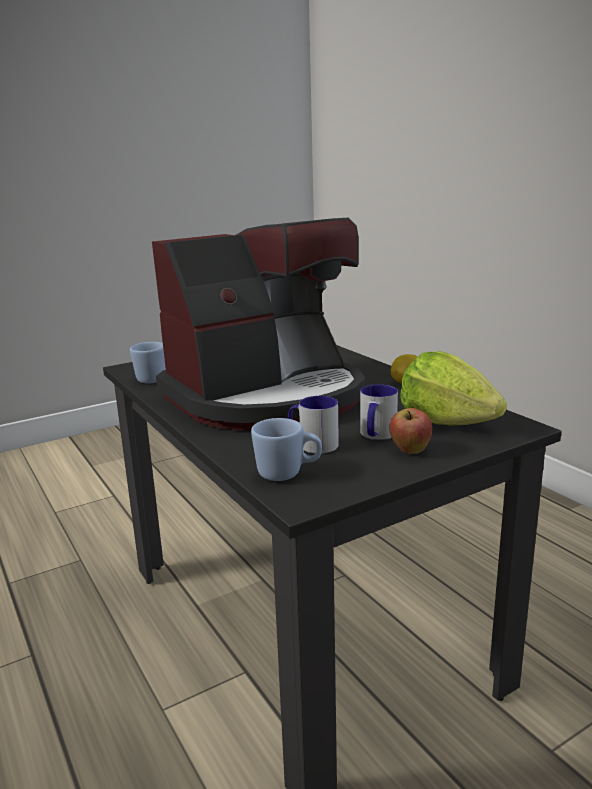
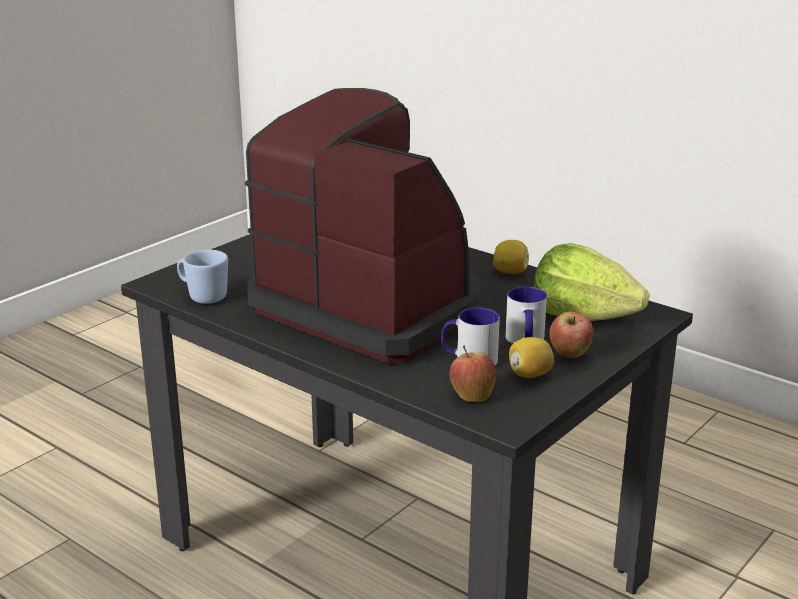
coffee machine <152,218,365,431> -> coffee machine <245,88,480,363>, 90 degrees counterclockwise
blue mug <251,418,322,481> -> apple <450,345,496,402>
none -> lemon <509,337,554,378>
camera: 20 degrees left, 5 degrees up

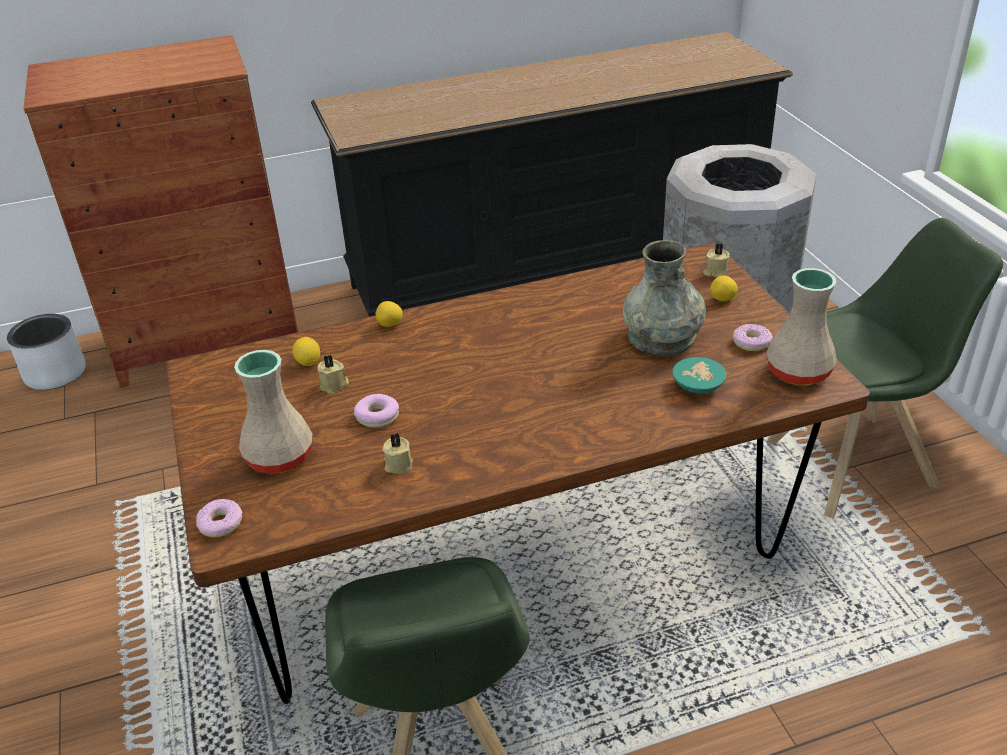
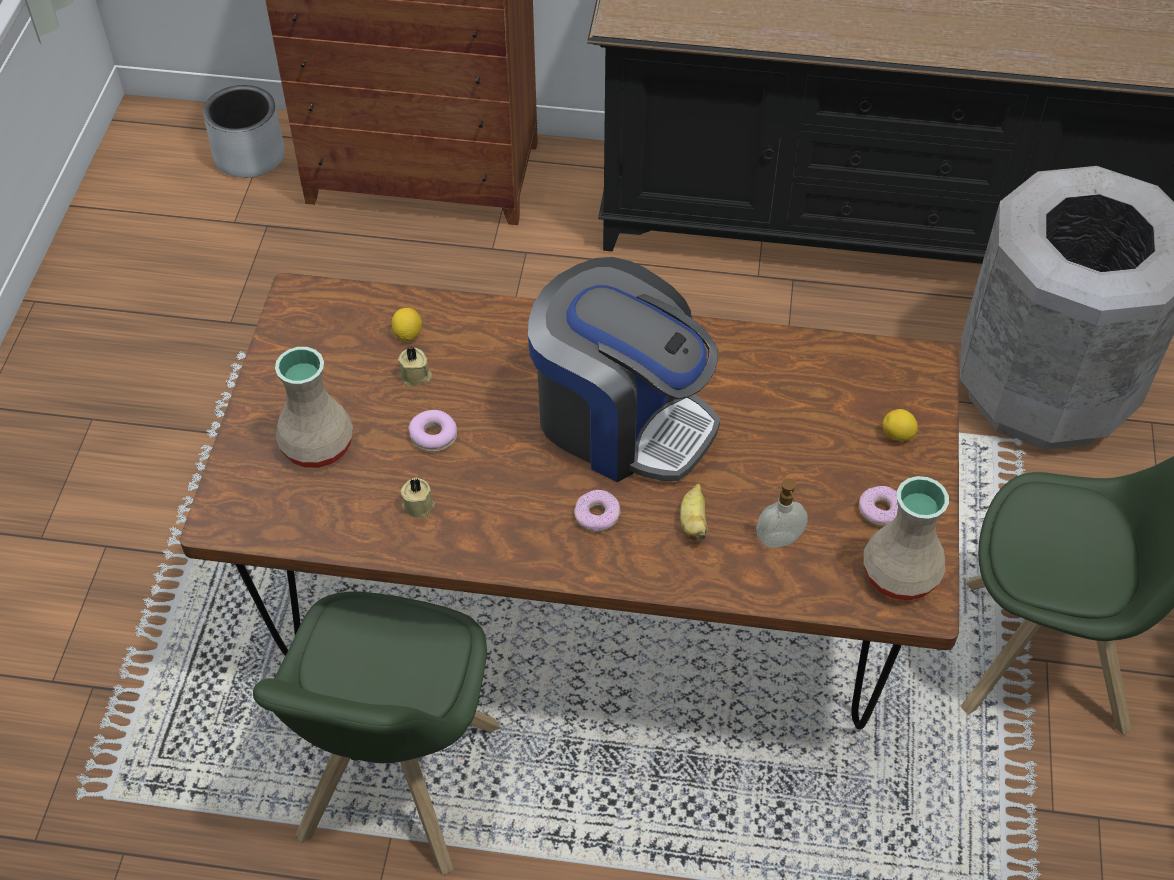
grey vase <623,240,706,356> -> none
beige candle <703,243,730,277> -> none
lemon <375,301,403,327> -> none
turquoise bowl <672,357,726,394> -> soap dispenser <756,479,807,548>
donut <196,499,243,537> -> donut <574,490,621,532>, moved
none -> coffee machine <528,257,720,482>
none -> banana <680,484,708,541>
camera: 25 degrees right, 15 degrees up

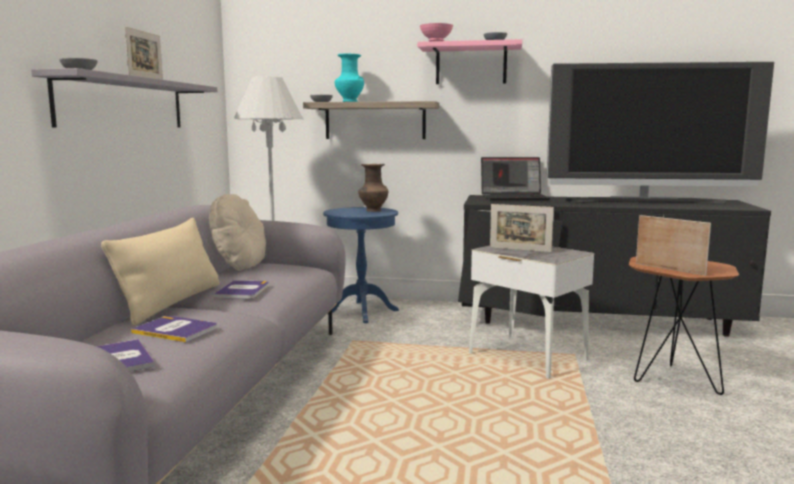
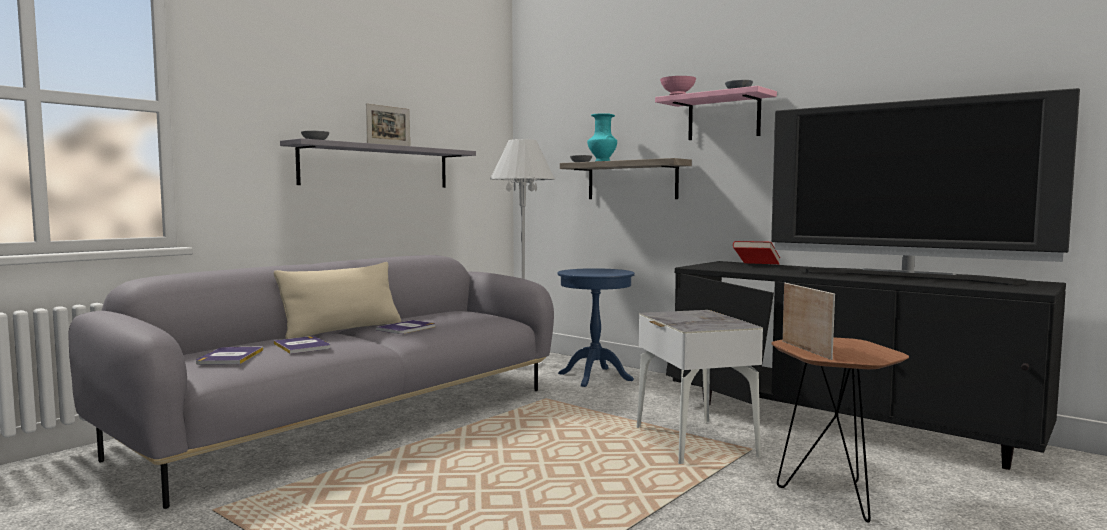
laptop <481,157,550,200> -> red book <733,241,780,264>
brown vase <358,164,388,212> -> none
beige pillow <209,194,266,271> -> none
picture frame <490,204,554,252> -> none
camera: 30 degrees right, 5 degrees down

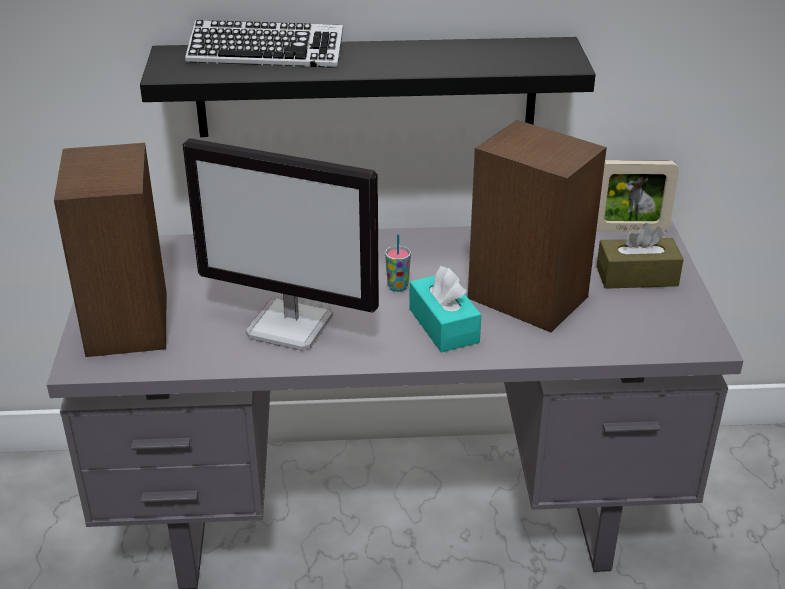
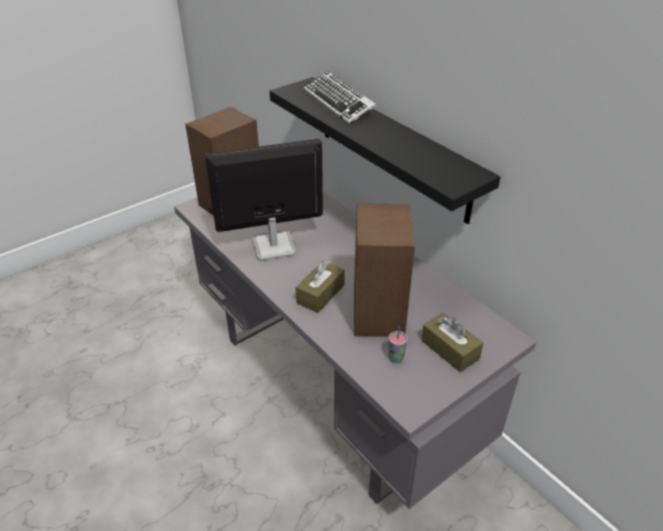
monitor <182,138,379,351> -> monitor <205,139,323,261>, 90 degrees clockwise
picture frame <596,160,679,232> -> none
cup <385,234,411,292> -> cup <389,327,408,363>, moved
turquoise tissue box <409,266,481,352> -> brown tissue box <296,260,345,313>
camera: 55 degrees right, 5 degrees up

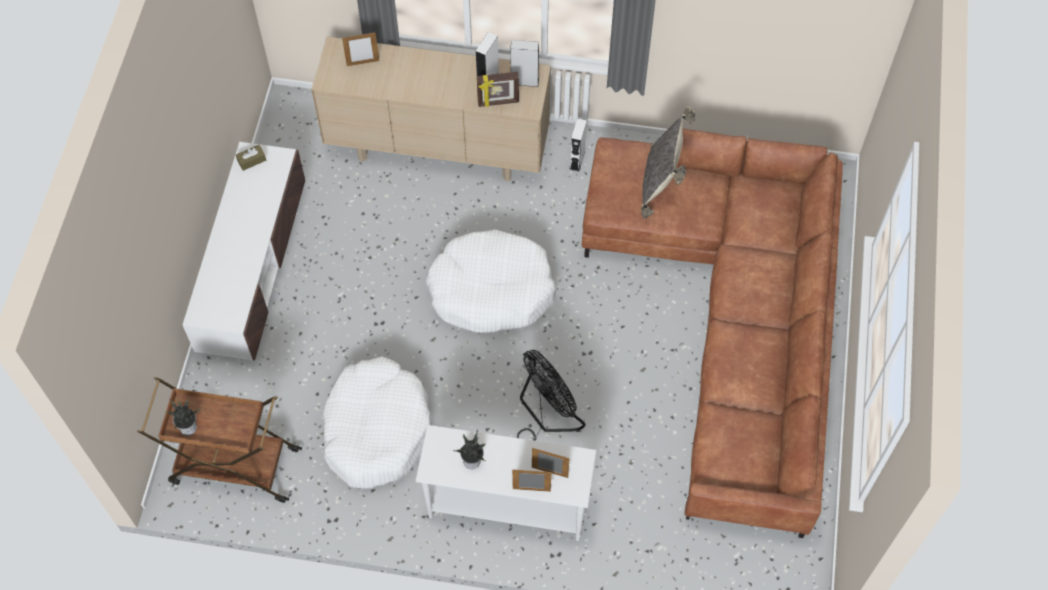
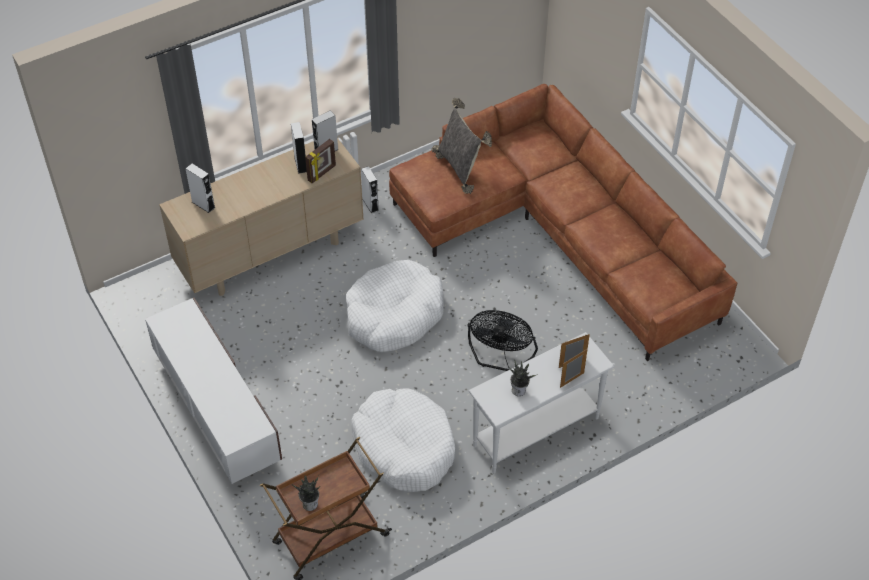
picture frame <342,33,379,66> -> white speaker <185,164,215,213>
brown tissue box <236,145,266,171> -> none
camera: 40 degrees left, 10 degrees down

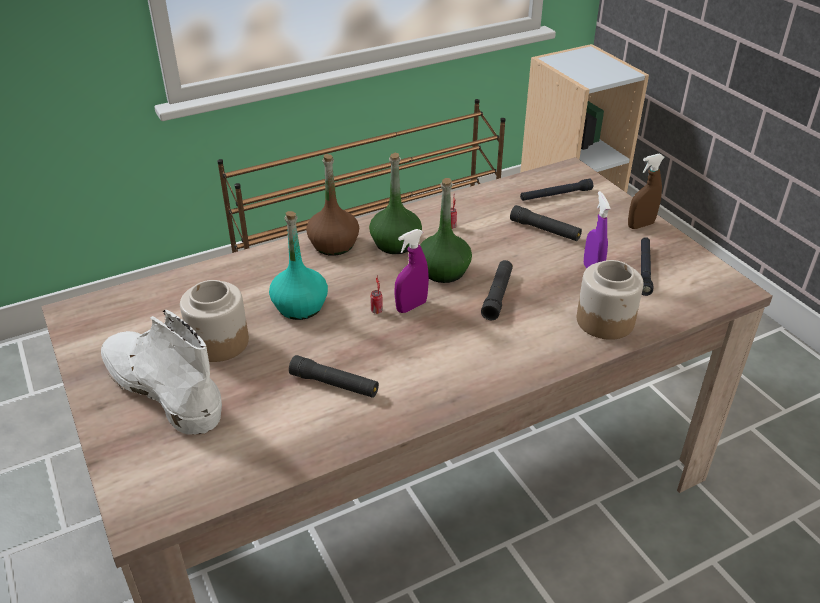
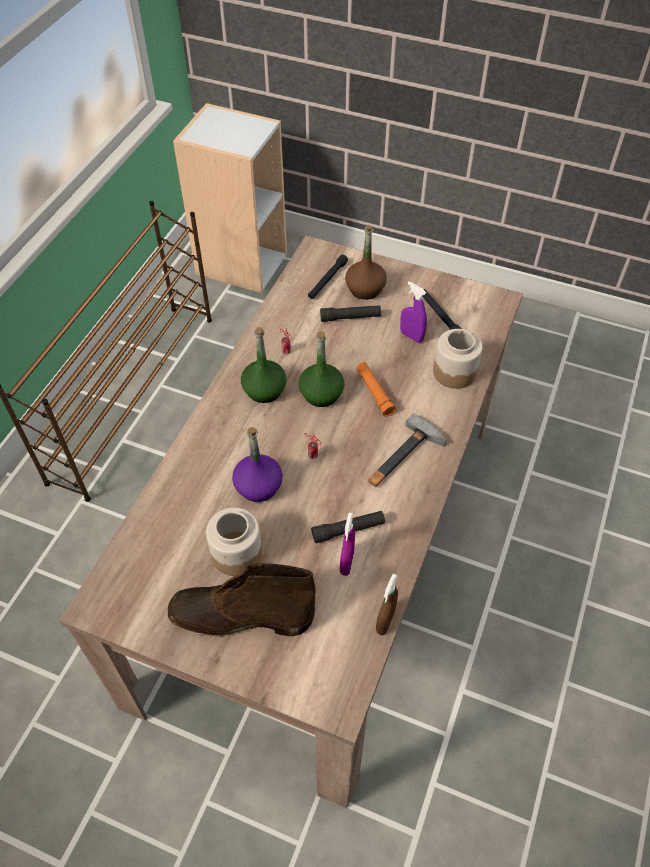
brown bottle <306,154,359,256> -> brown bottle <345,225,387,300>, moved
brown spray bottle <628,154,665,229> -> brown spray bottle <376,574,398,635>, moved
turquoise bottle <269,211,328,320> -> purple bottle <232,427,283,502>
purple spray bottle <395,229,429,313> -> purple spray bottle <340,513,355,576>, moved
black flashlight <481,260,513,320> -> orange flashlight <356,362,396,417>
white boot <101,310,222,435> -> brown boot <168,563,316,637>
none -> hammer <368,413,447,487>
camera: 40 degrees left, 15 degrees up

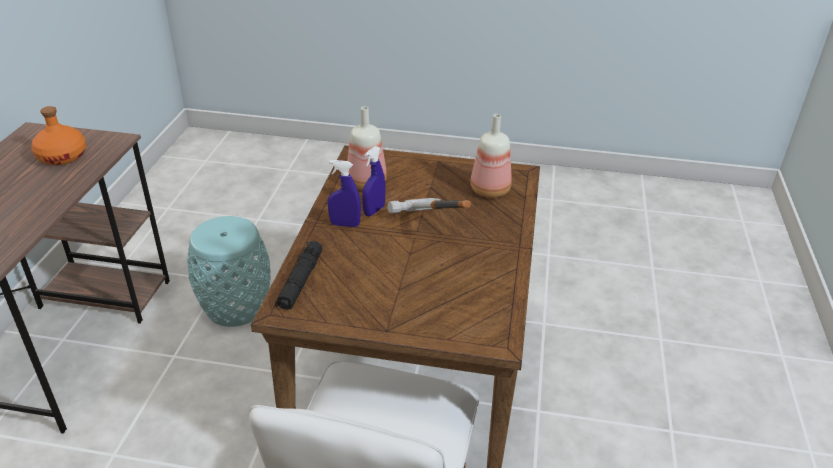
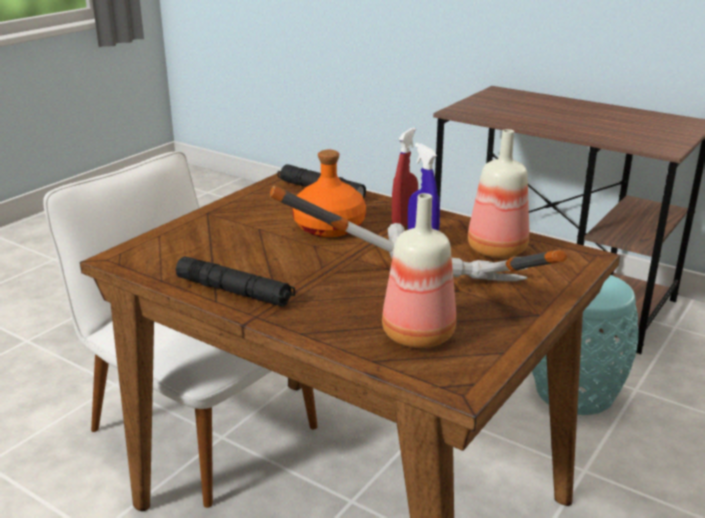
orange bottle <31,106,86,165> -> orange bottle <292,150,366,237>, moved
blue spray bottle <328,160,361,227> -> red spray bottle <392,127,418,227>
none -> hammer <452,250,567,281>
none -> black flashlight <176,256,295,307>
camera: 115 degrees right, 10 degrees down

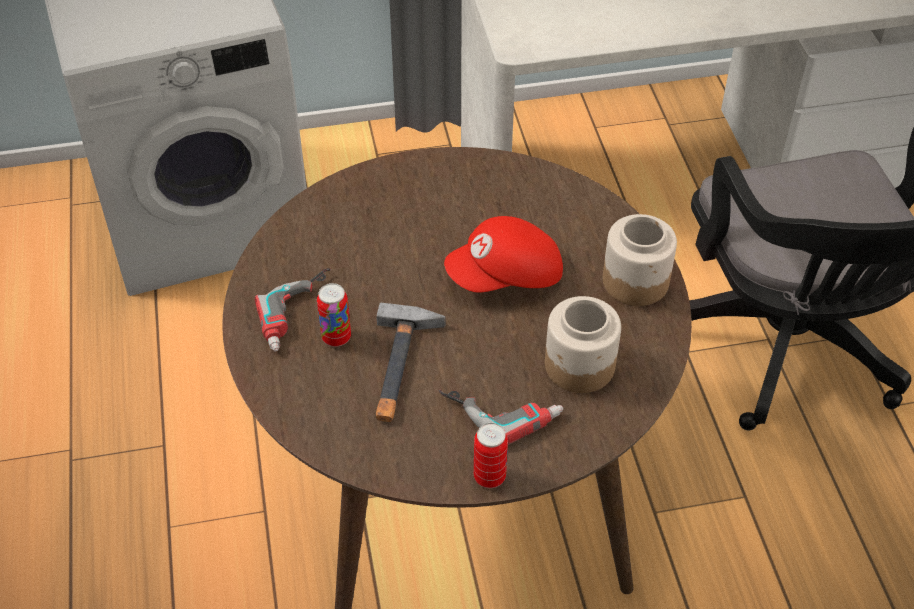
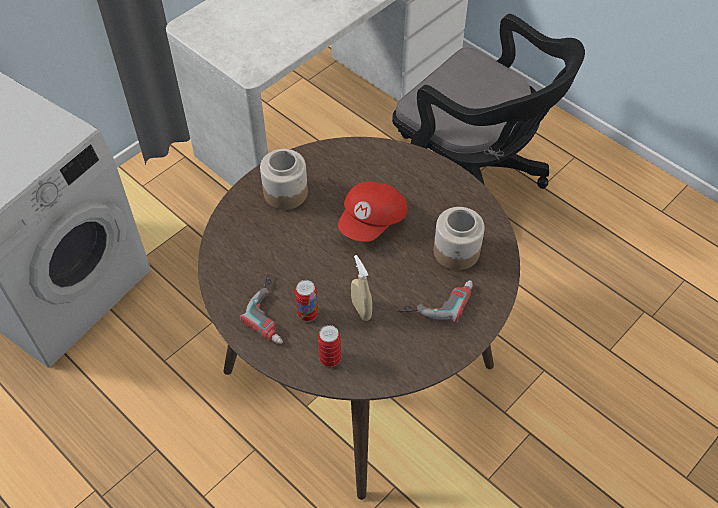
jar <603,214,677,306> -> jar <260,149,308,210>, moved
hammer <376,303,446,422> -> beige spray bottle <351,255,372,321>
can <474,423,508,488> -> can <318,325,341,367>, moved
camera: 35 degrees left, 5 degrees up

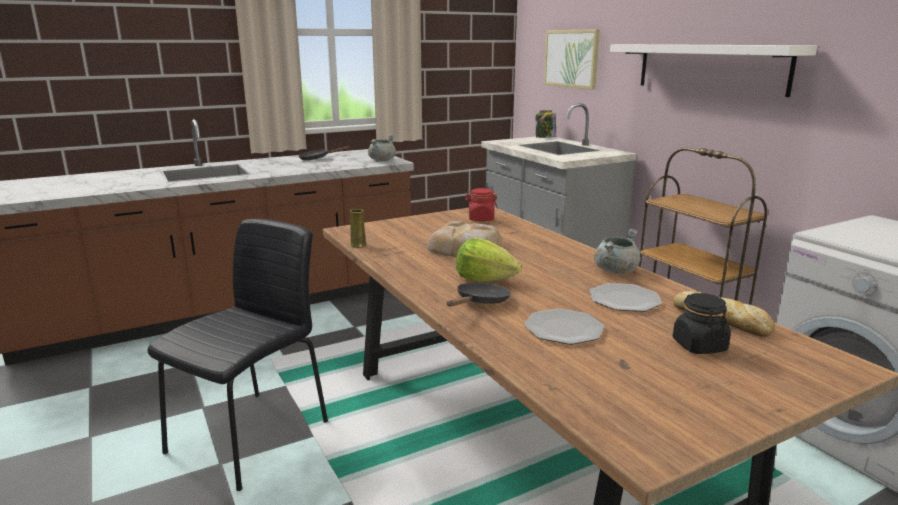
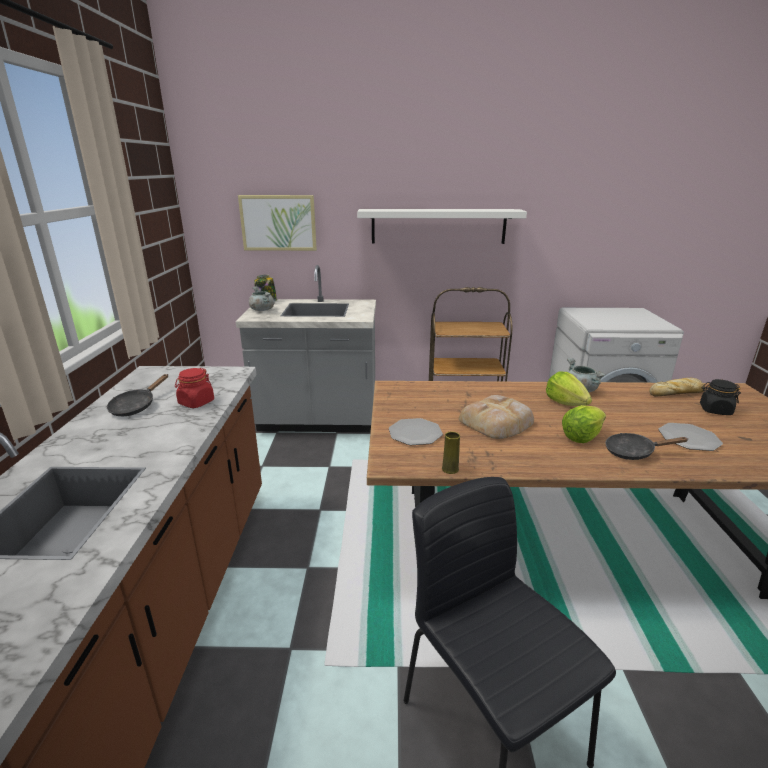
grey cooking pot <368,135,396,161> -> grey cooking pot <249,286,274,311>, moved
red jar <465,188,498,221> -> red jar <175,368,214,408>, moved
black frying pan <447,283,511,307> -> black frying pan <605,433,688,460>, 60 degrees counterclockwise
plate <590,283,662,312> -> plate <389,418,443,445>, moved
none -> lettuce <546,372,592,406>
camera: 60 degrees left, 5 degrees up

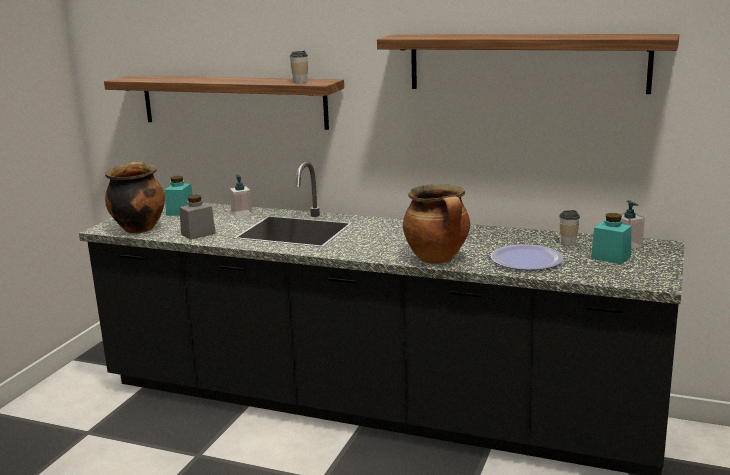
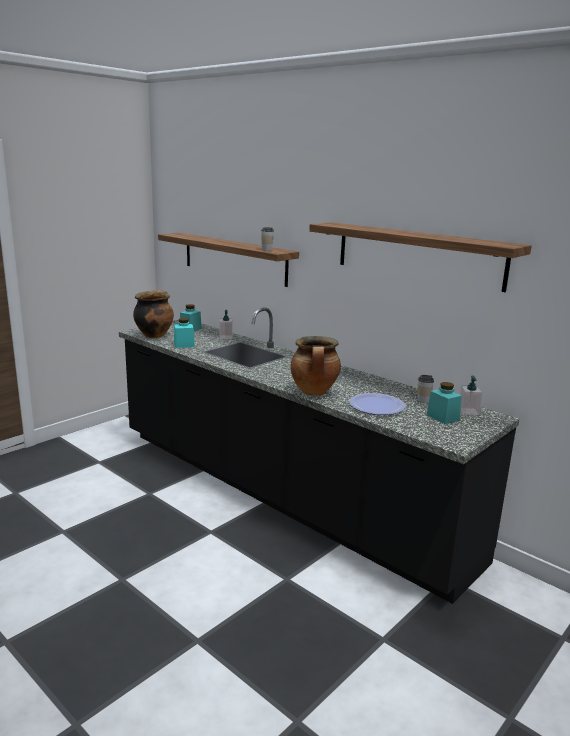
grey jar <179,195,216,240> -> turquoise jar <174,318,195,348>
camera: 20 degrees right, 0 degrees up

